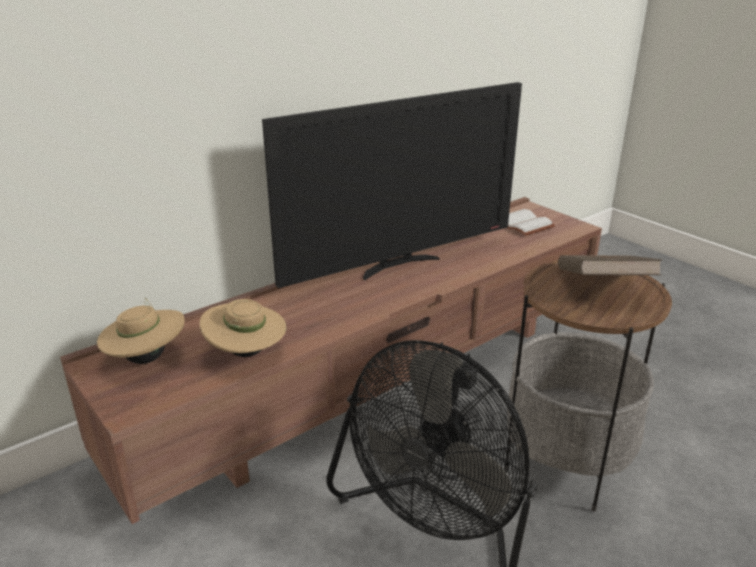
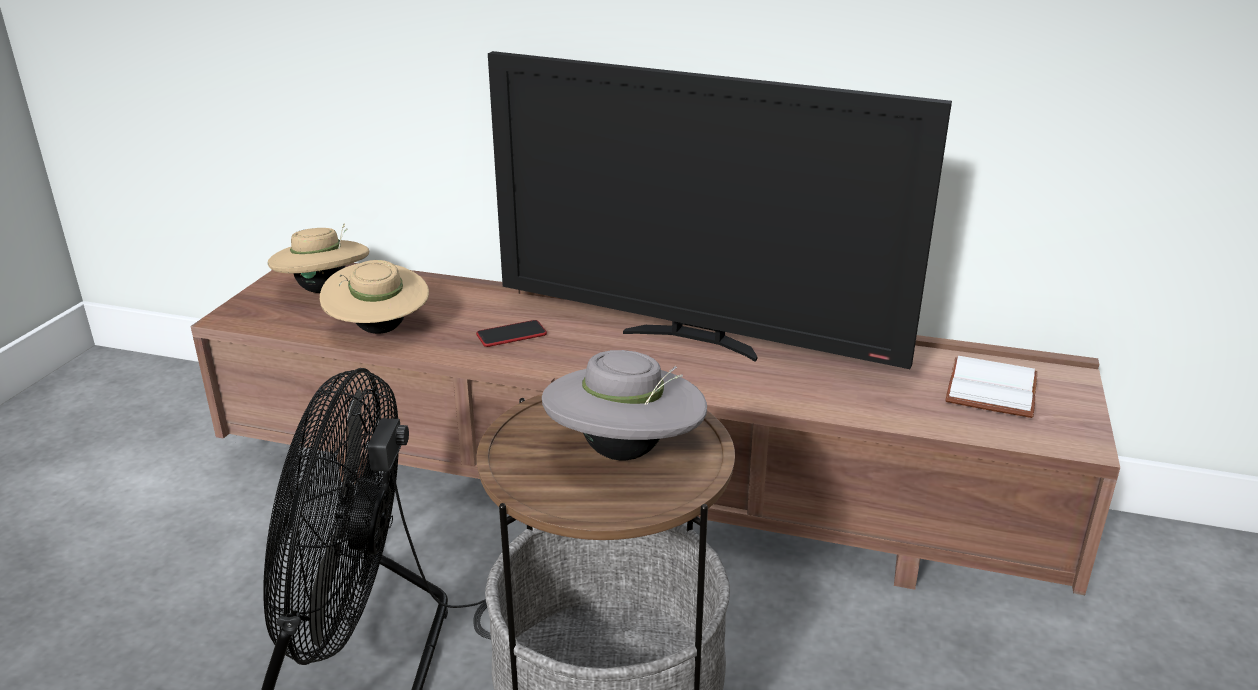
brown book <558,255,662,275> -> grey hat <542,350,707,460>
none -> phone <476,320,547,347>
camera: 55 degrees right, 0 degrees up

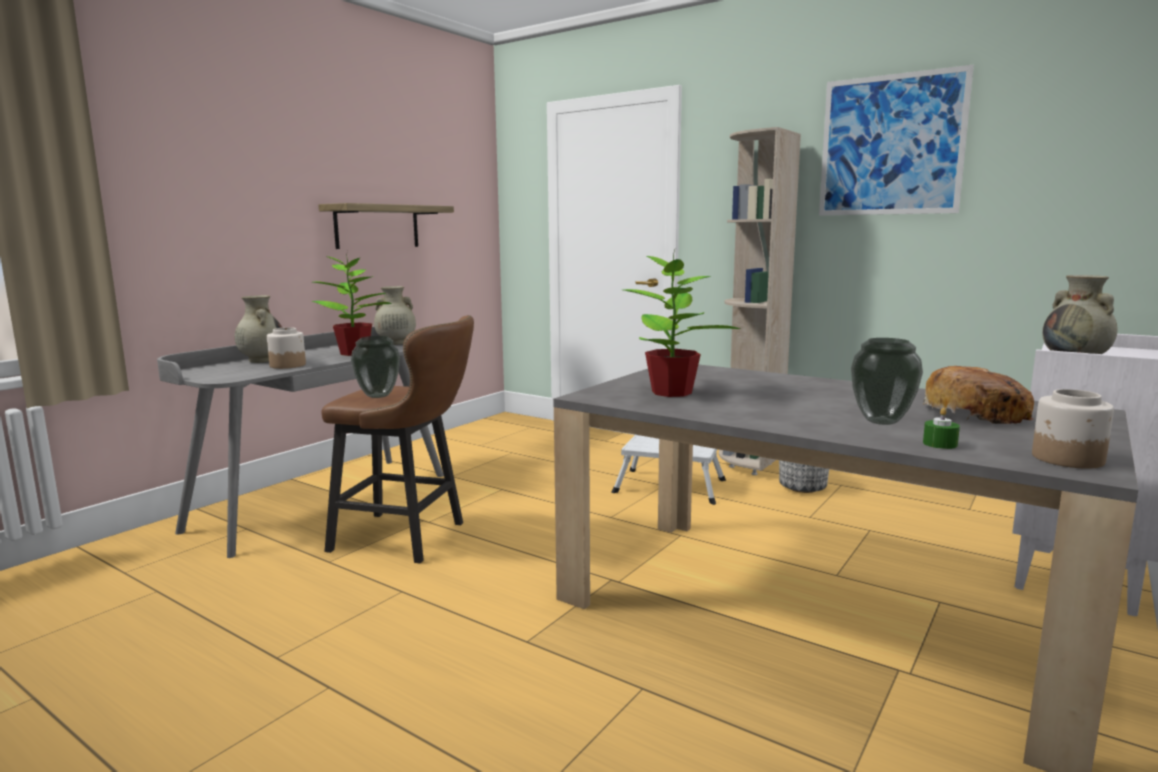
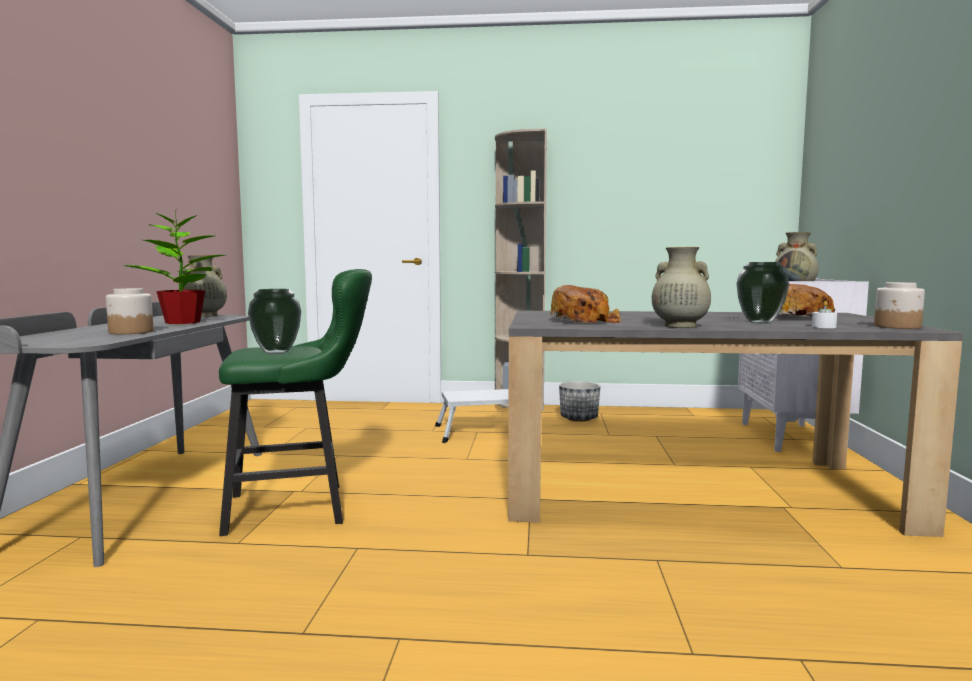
picture <819,65,974,215> -> none
shelf <318,203,454,249> -> none
potted plant <624,249,740,397> -> bread <551,285,622,323>
beige vase <235,295,282,363> -> beige vase <652,247,711,328>, moved
brown stool <321,315,474,564> -> green stool <219,269,372,536>
green candle <923,408,960,449> -> white candle <812,301,837,328>
camera: 30 degrees left, 5 degrees down

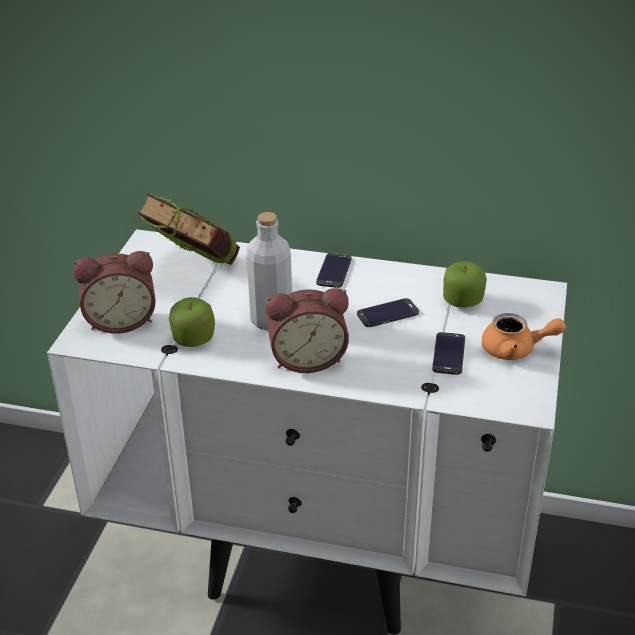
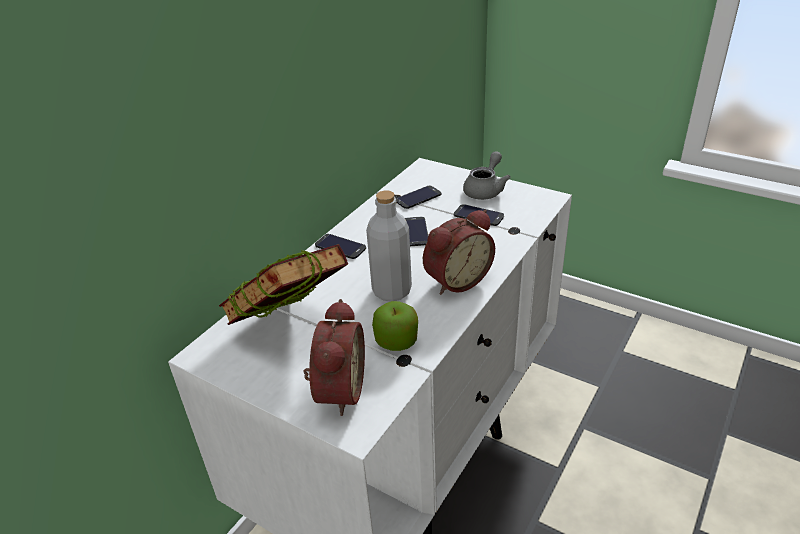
apple <443,261,487,308> -> phone <396,185,441,209>
alarm clock <266,288,349,373> -> alarm clock <423,210,495,295>, 45 degrees clockwise
orange teapot <482,313,566,360> -> grey teapot <463,151,511,200>
camera: 70 degrees left, 0 degrees up

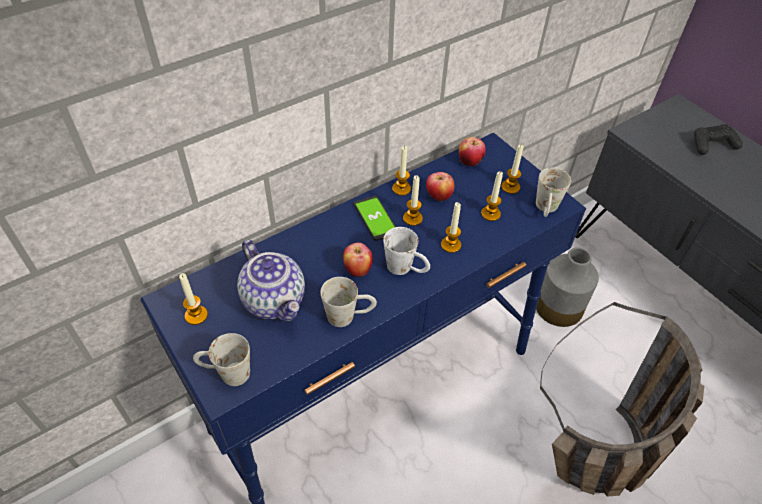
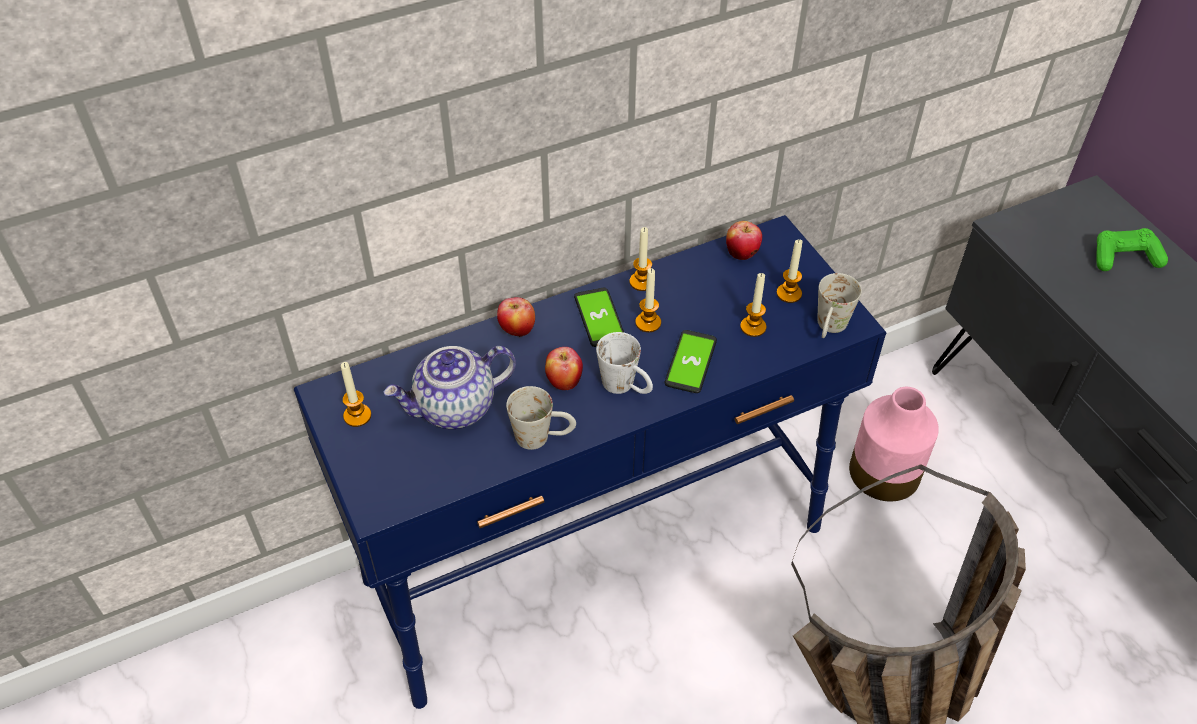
black game controller <694,124,743,155> -> green game controller <1096,228,1168,271>
apple <426,172,454,201> -> apple <497,297,535,337>, moved
candle <441,202,461,253> -> phone <665,330,717,393>
teapot <237,240,305,321> -> teapot <383,346,516,429>, 90 degrees clockwise
grey vase <536,247,599,327> -> pink vase <849,387,939,501>
white mug <193,333,250,386> -> none
camera: 10 degrees right, 0 degrees up

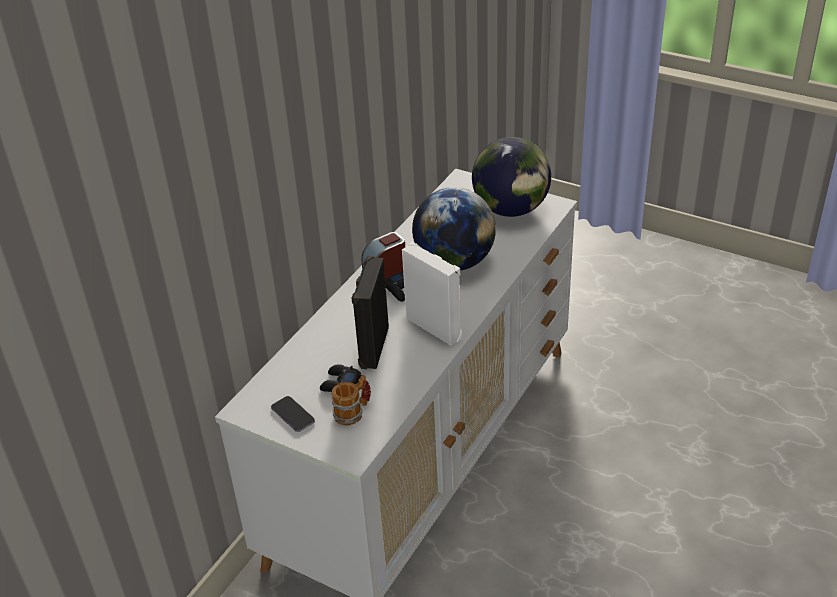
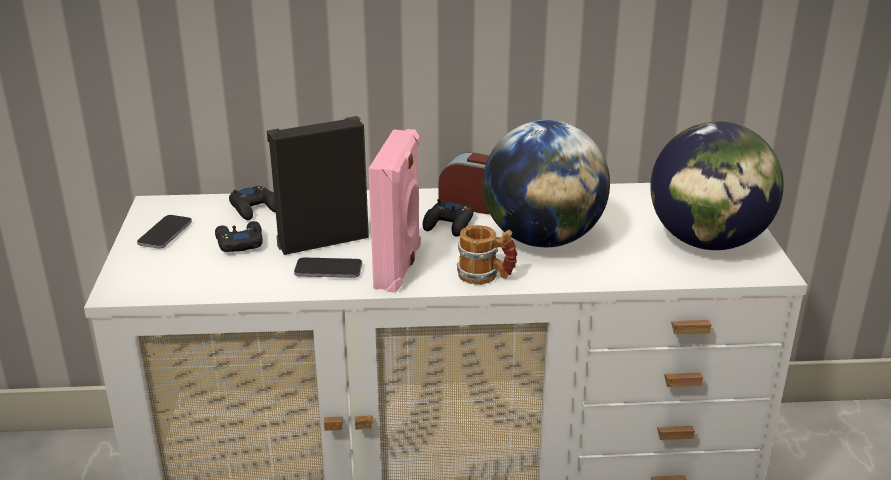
white speaker <402,242,462,346> -> pink speaker <368,129,421,293>
mug <331,375,371,426> -> mug <457,225,518,285>, moved
none -> black game controller <229,186,276,220>
none -> phone <294,258,362,278>
camera: 55 degrees right, 10 degrees down

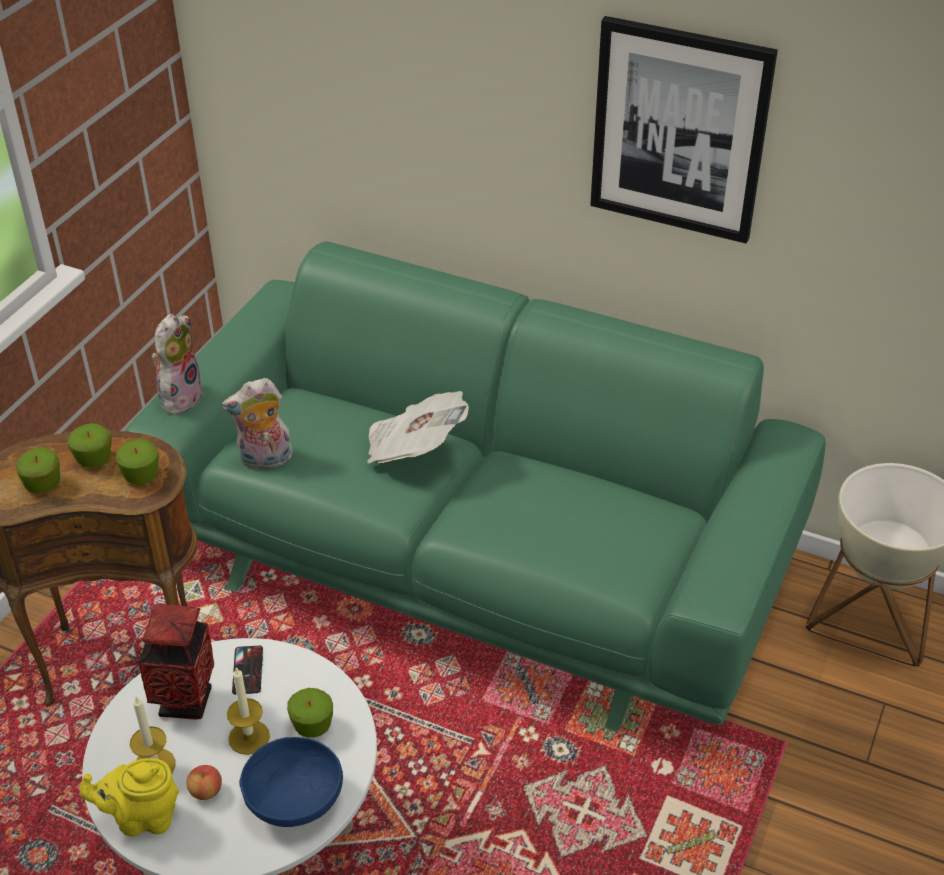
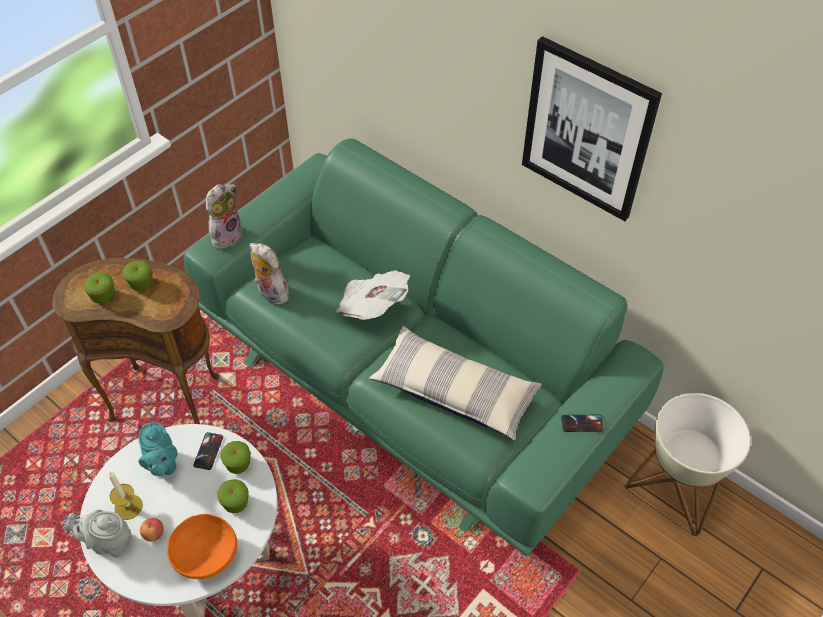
plush toy <222,378,294,470> -> plush toy <250,243,289,305>, 45 degrees clockwise
apple <116,439,159,484> -> apple <220,441,251,474>, moved
vase <138,603,214,719> -> turquoise teapot <138,422,178,476>
candle <227,667,270,755> -> none
blue bowl <239,737,343,827> -> orange bowl <167,514,237,579>
yellow teapot <80,758,179,837> -> grey teapot <66,510,132,558>
none -> pillow <369,326,542,441>
none -> phone <561,415,604,432>
camera: 15 degrees right, 10 degrees up

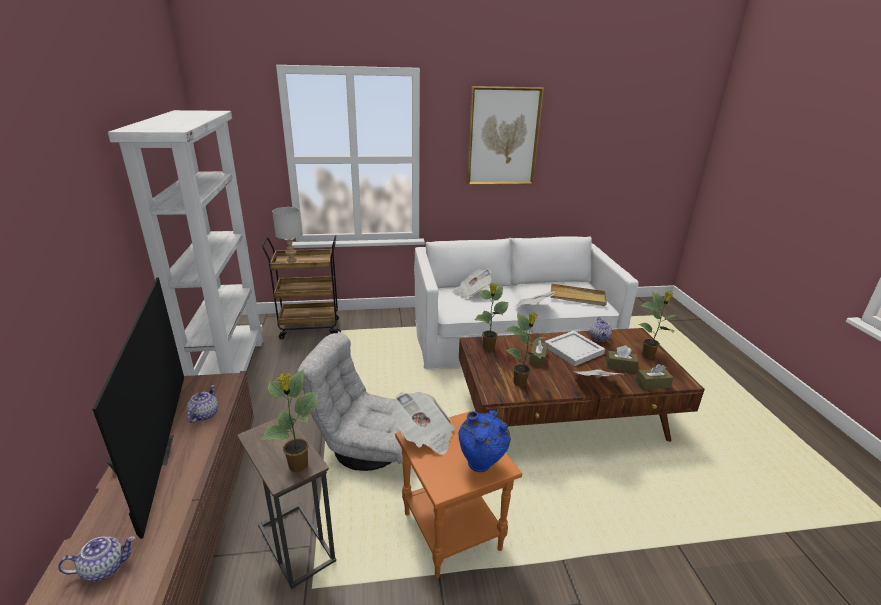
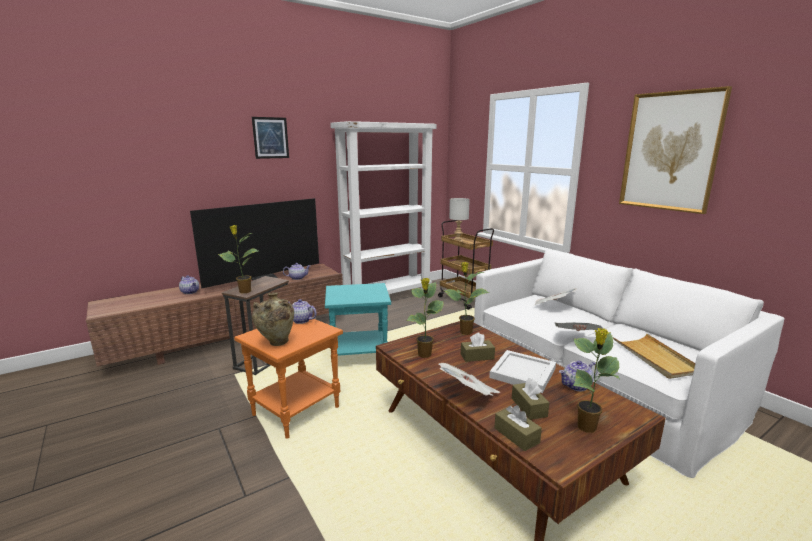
grey armchair <297,333,403,471> -> turquoise side table <325,283,391,356>
newspaper <392,392,455,455> -> teapot <288,299,317,324>
blue vase <459,410,511,472> -> beige vase <252,292,294,346>
none -> picture <252,117,289,159>
camera: 65 degrees right, 10 degrees down

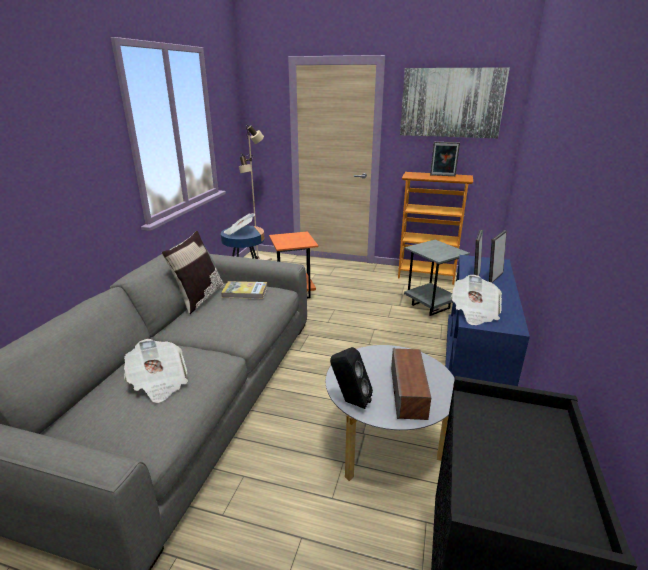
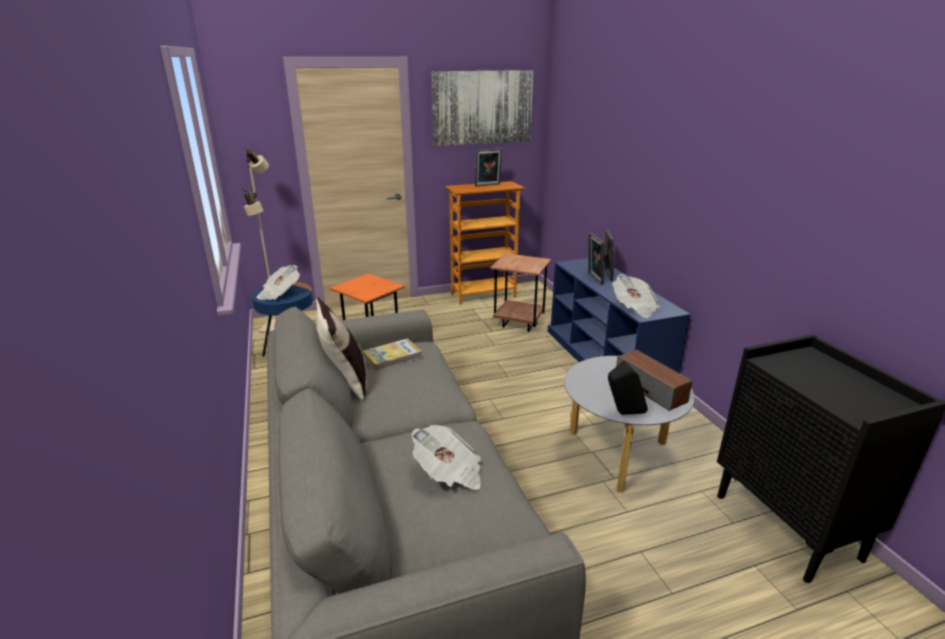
grey side table <404,240,470,316> -> brown side table <490,253,551,332>
camera: 35 degrees left, 0 degrees up

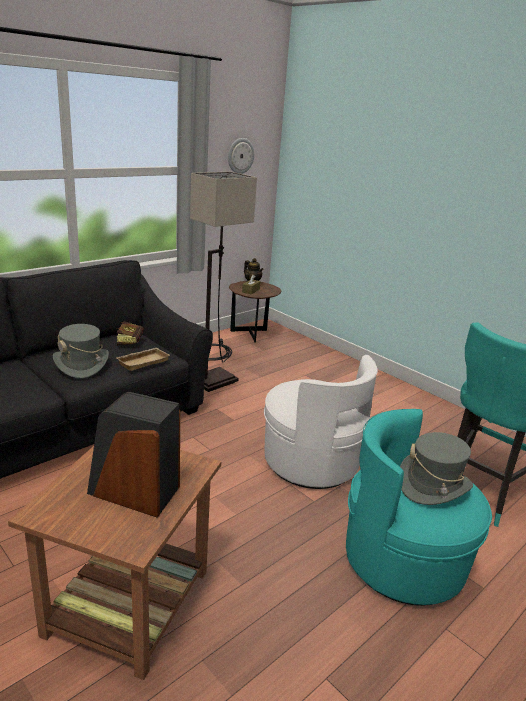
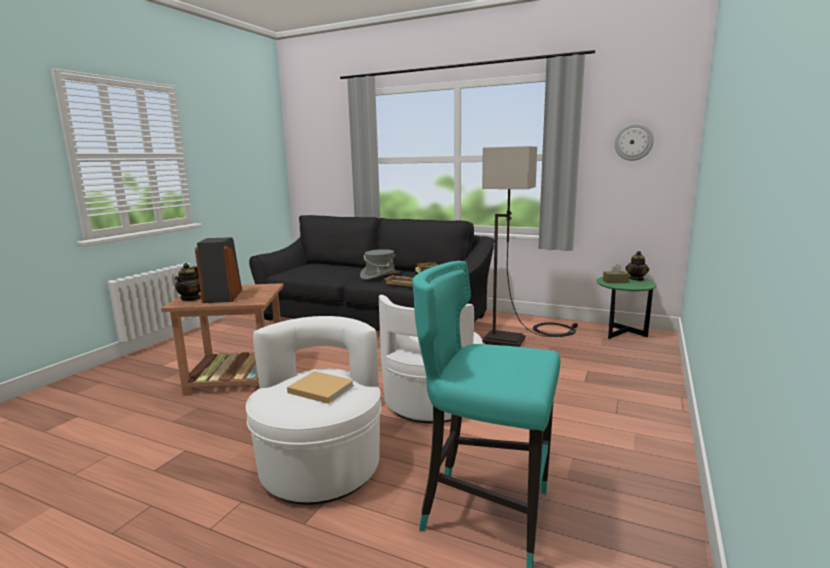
brown side table <229,281,281,343> -> green side table <596,277,657,339>
turquoise armchair <346,409,492,606> -> white armchair <246,316,382,505>
grey hat <400,432,473,505> -> beige book <287,371,354,404>
none -> teapot <175,263,201,301>
camera: 70 degrees right, 10 degrees down

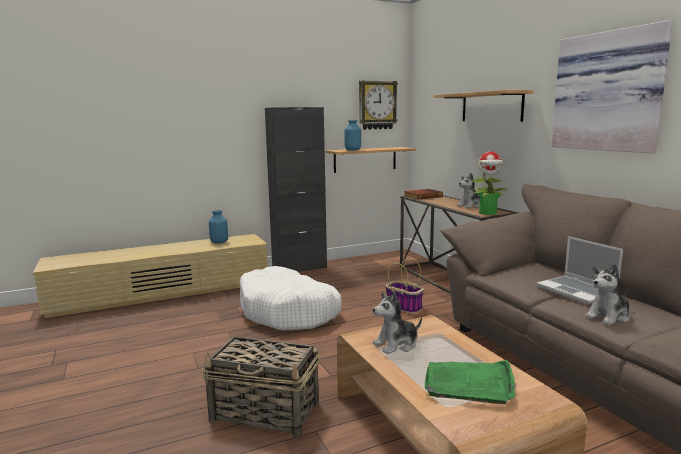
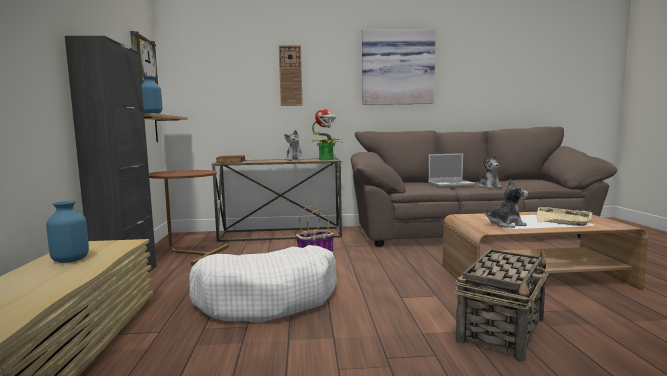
shelf <433,90,534,122> -> wall clock <279,45,303,106>
plush toy <373,291,422,354> -> plush toy <484,179,528,228>, 90 degrees counterclockwise
green tray <425,360,515,404> -> beige tray <537,207,592,226>
none -> brown side table <149,170,229,265>
camera: 70 degrees left, 5 degrees down

